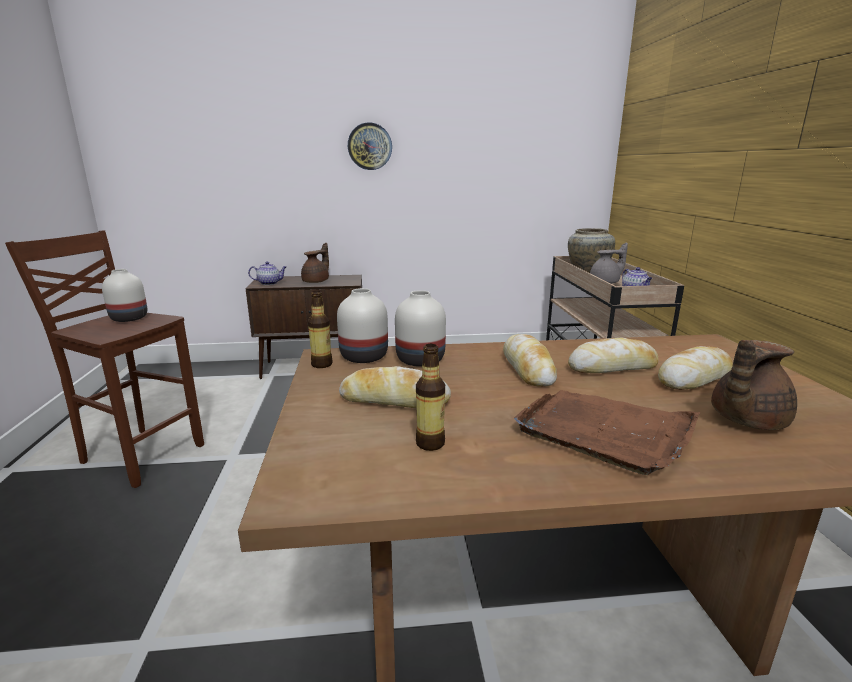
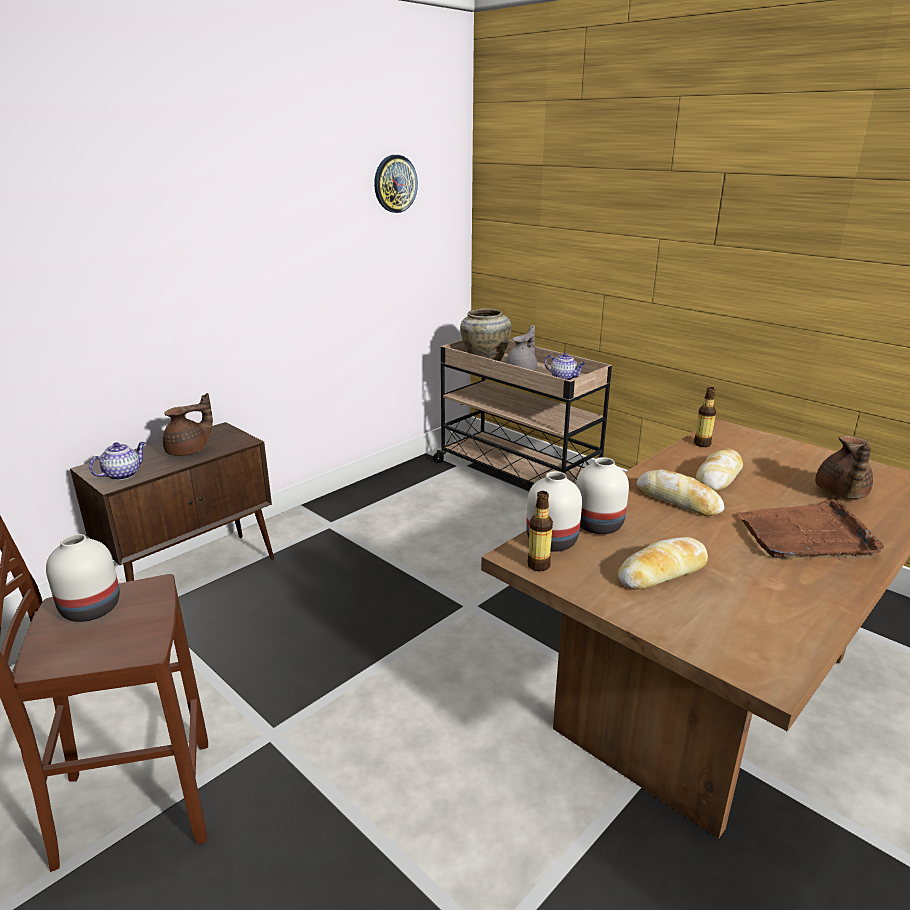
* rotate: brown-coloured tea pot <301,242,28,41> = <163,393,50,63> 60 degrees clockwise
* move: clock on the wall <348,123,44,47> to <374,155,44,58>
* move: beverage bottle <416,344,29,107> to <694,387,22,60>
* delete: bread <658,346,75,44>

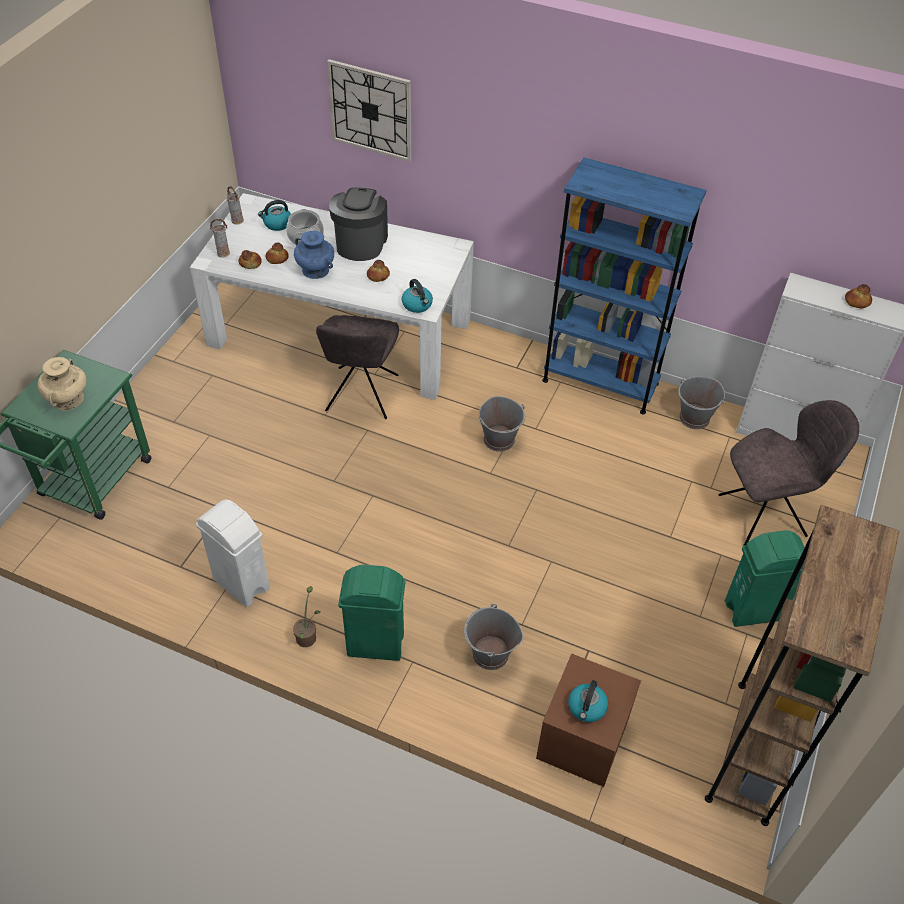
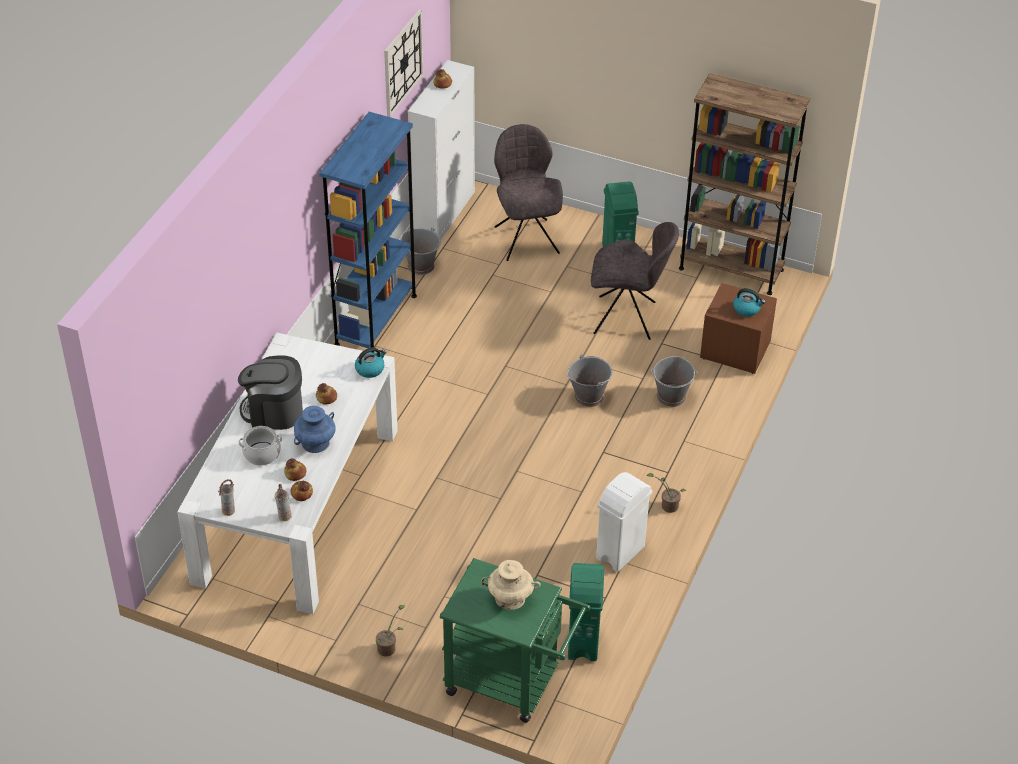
* delete: water kettle <258,200,33,31>
* move: grey plain chair <316,315,83,104> to <591,222,88,118>
* move: clock on the wall <327,59,84,103> to <384,9,40,108>
* move: green-coloured waste bin <338,565,68,96> to <568,563,36,98>
* move: grey pail <478,396,48,56> to <567,354,46,53>
* insert: potted plant <376,605,29,51>

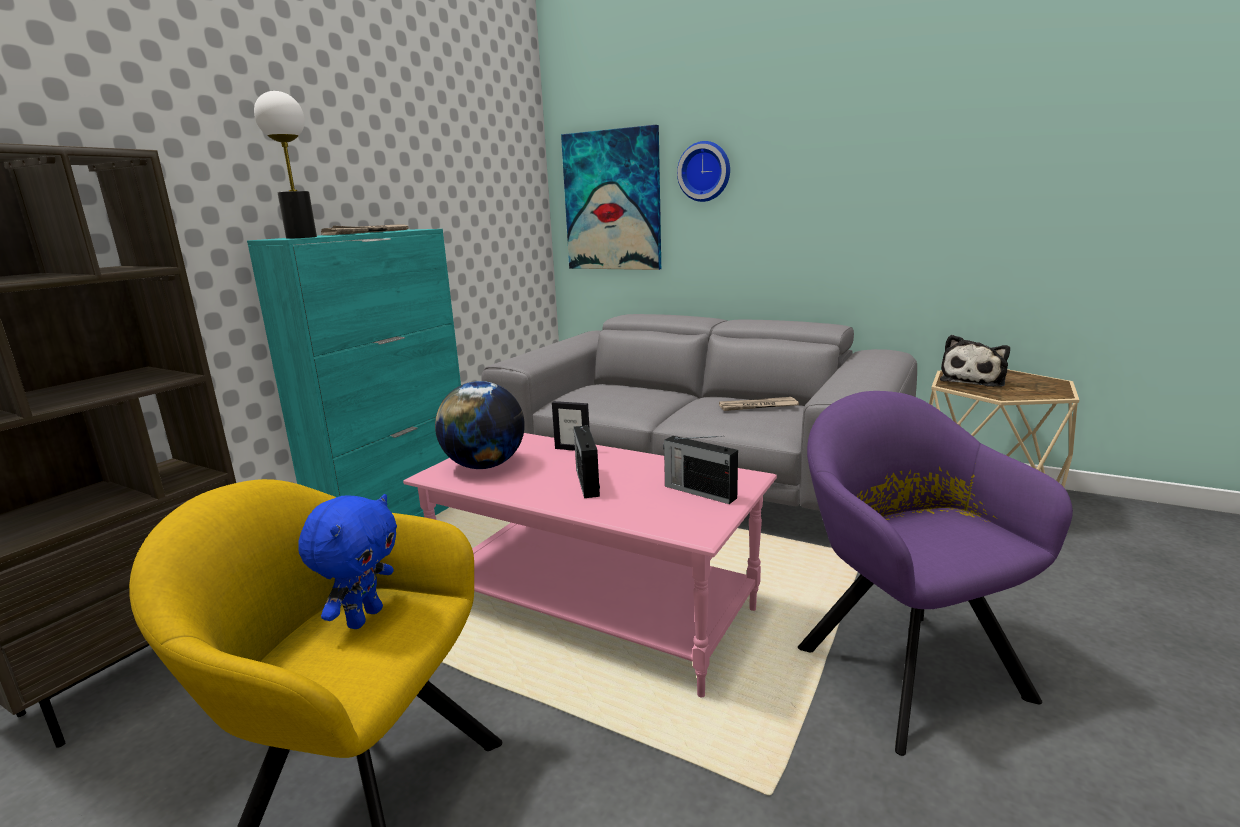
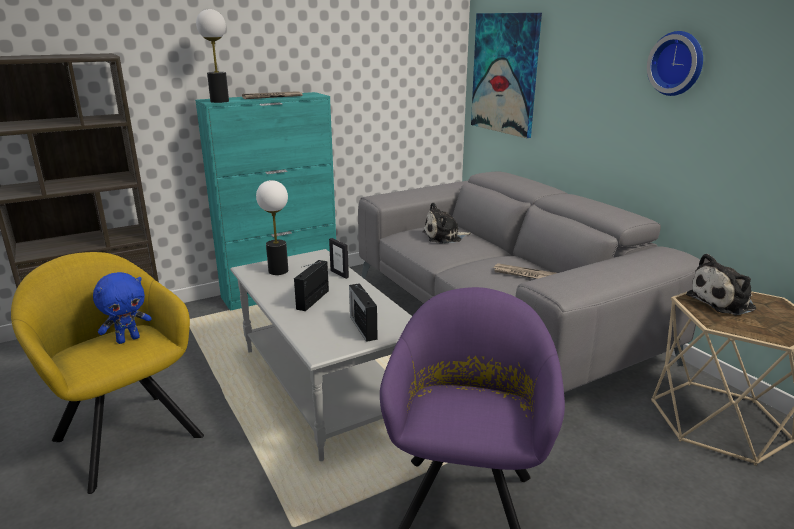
* recolor: pink-coloured low table <403,433,374,265> to grey low table <230,249,182,212>
* replace: globe <435,381,90,88> to table lamp <256,180,32,95>
* move: clock on the wall <677,141,53,61> to <647,31,56,65>
* insert: soft toy <423,203,48,40>

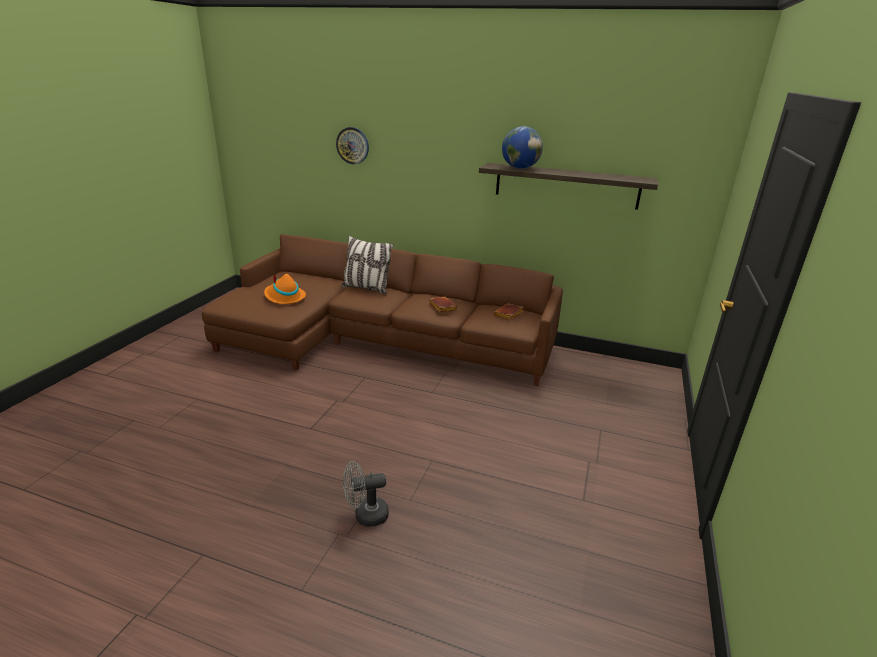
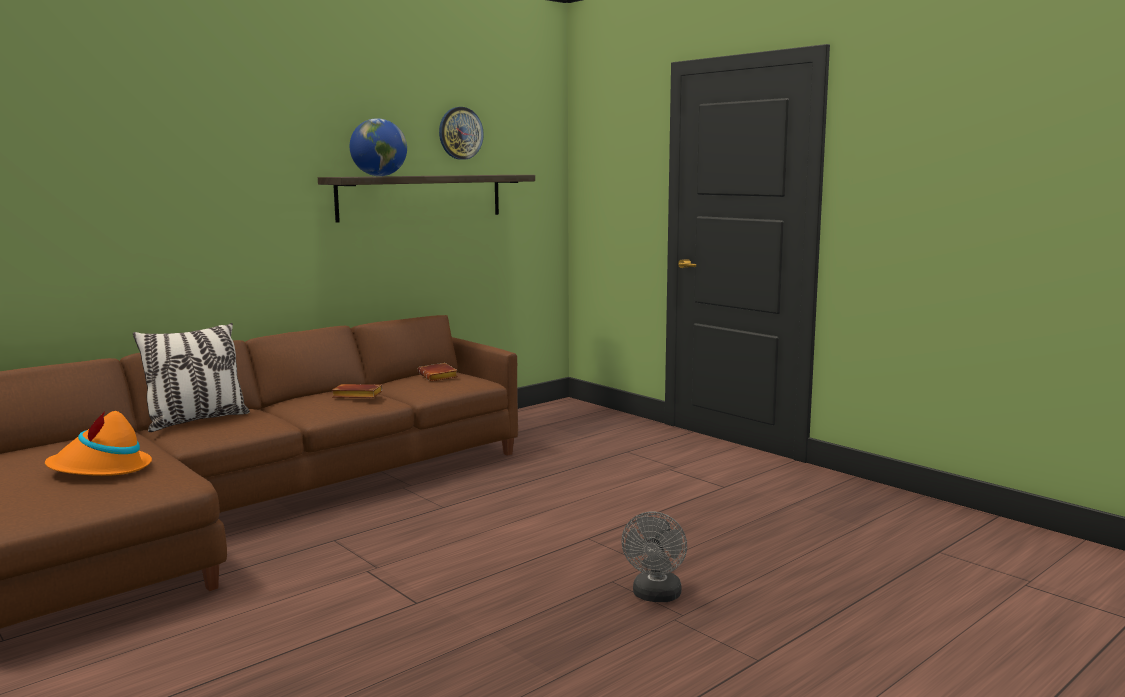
* move: clock on the wall <336,127,33,37> to <439,107,45,53>

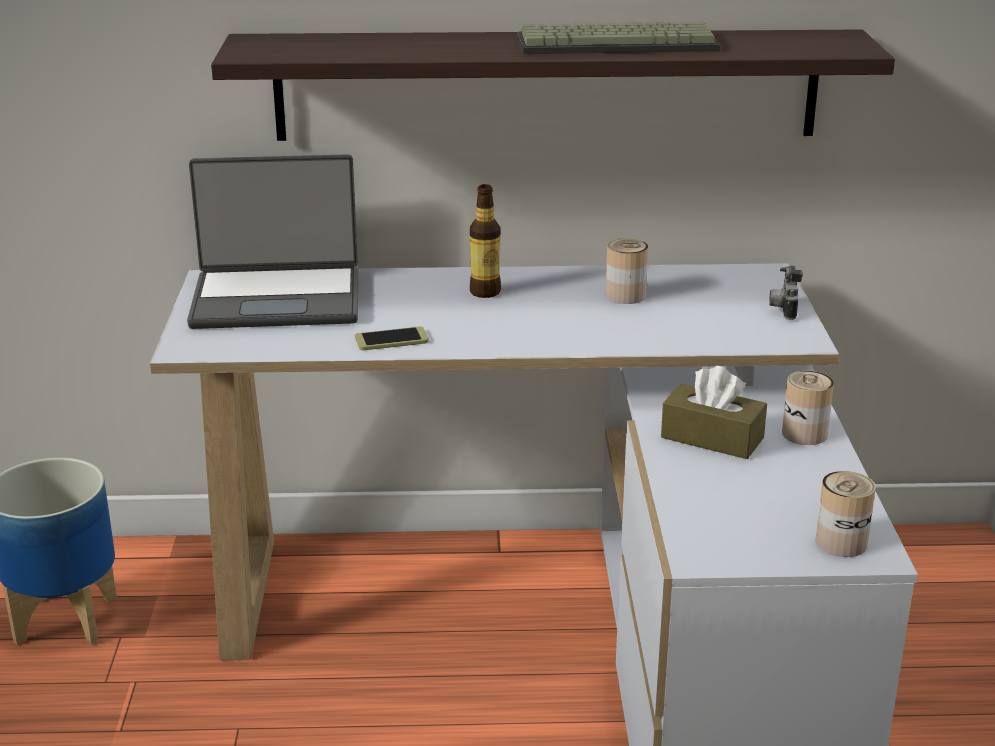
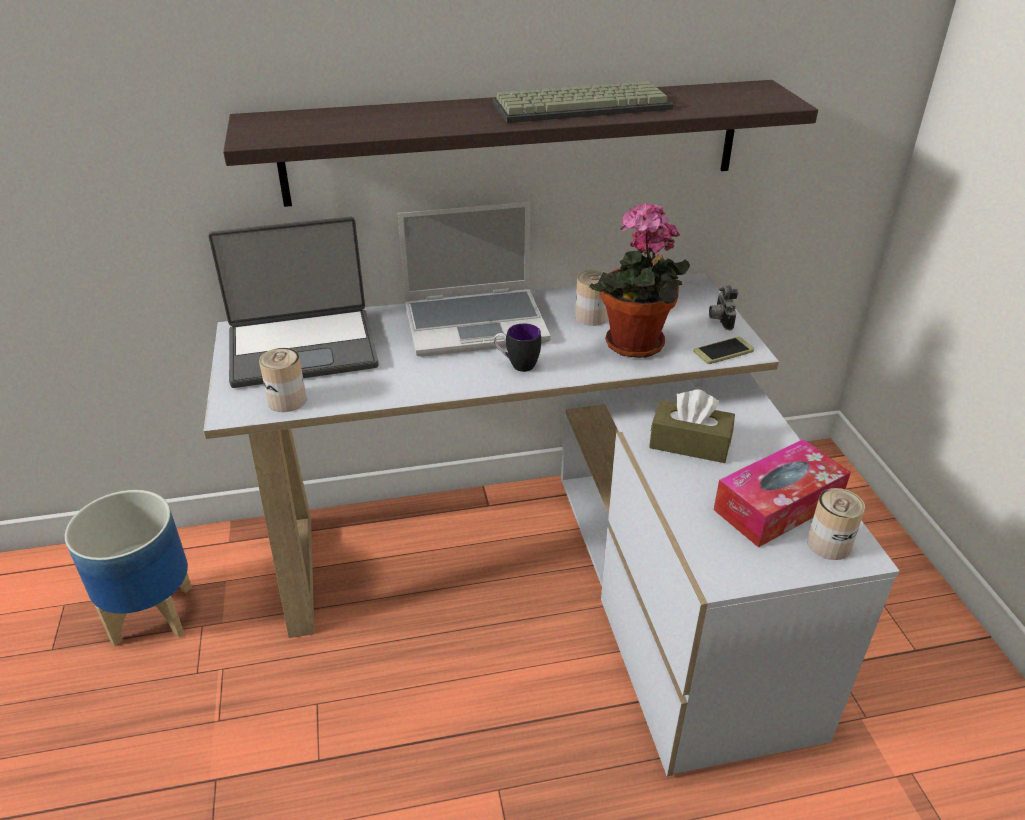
* move: handset <355,326,74,24> to <693,337,61,27>
* replace: beverage bottle <470,184,31,114> to portable computer <398,202,153,155>
* move: sealed can <782,371,52,74> to <259,348,48,64>
* insert: coffee mug <494,323,47,49>
* insert: potted plant <589,202,101,156>
* insert: tissue box <714,439,137,109>

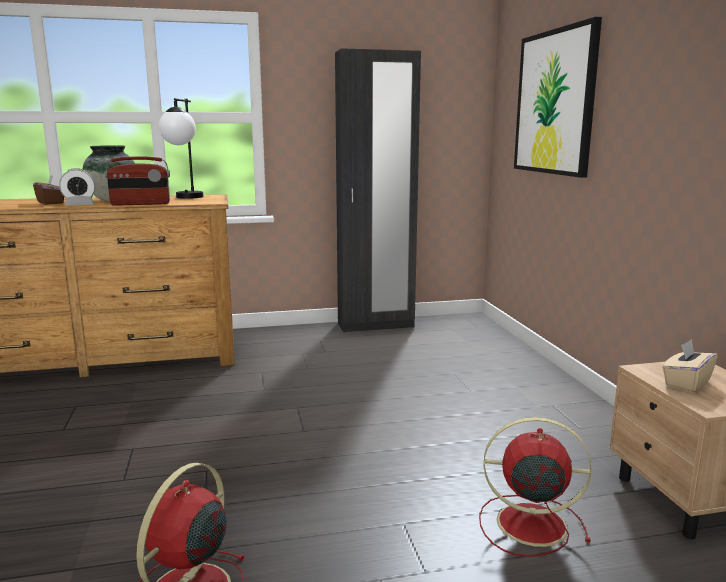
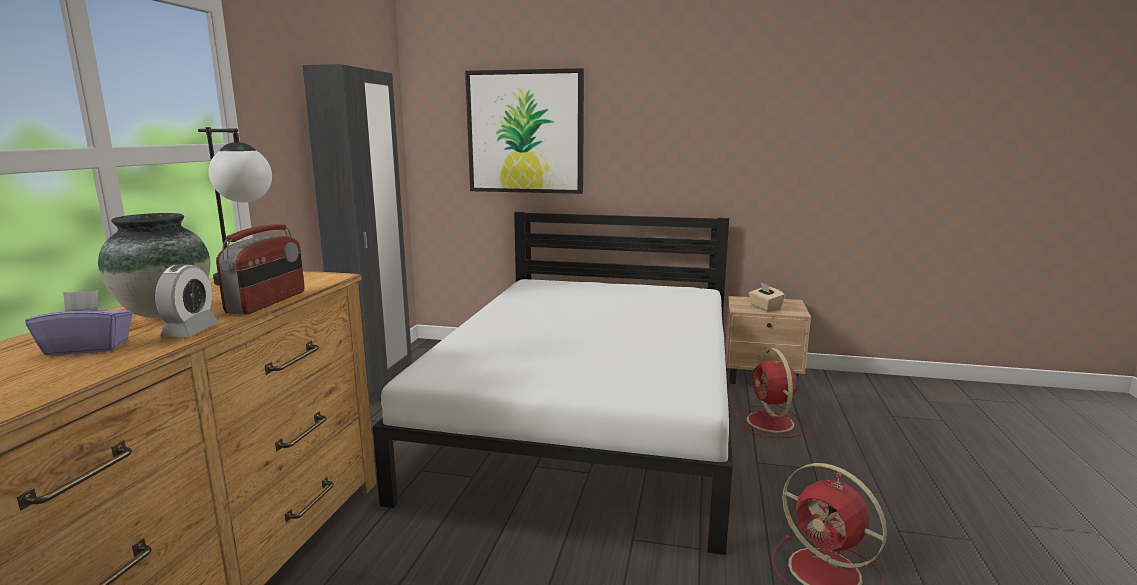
* recolor: brown-coloured tissue box <33,175,31,30> to purple tissue box <25,290,108,66>
* rotate: red electric fan <479,417,113,140> = <737,348,72,90> 45 degrees counterclockwise
* insert: white-coloured bedroom bed <373,212,360,343>

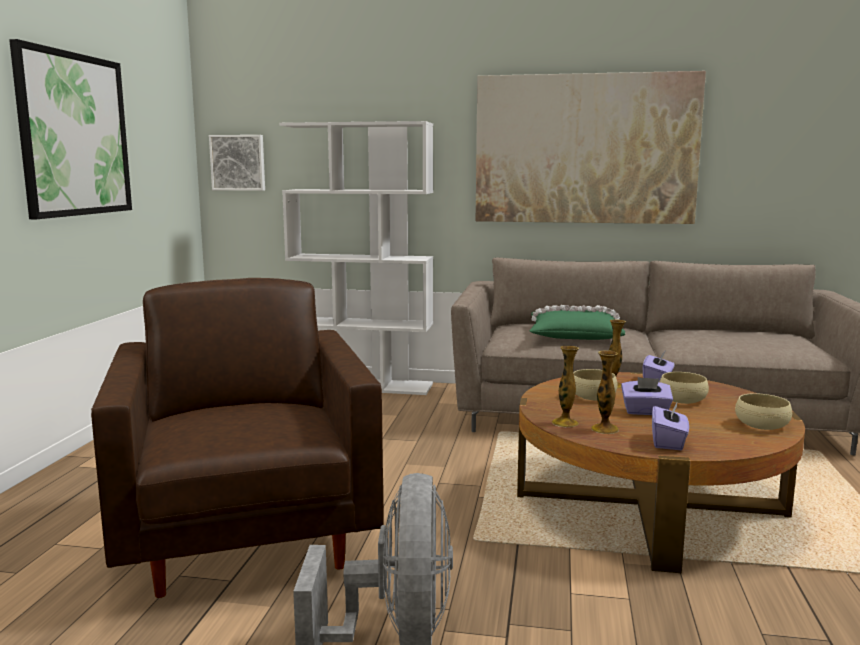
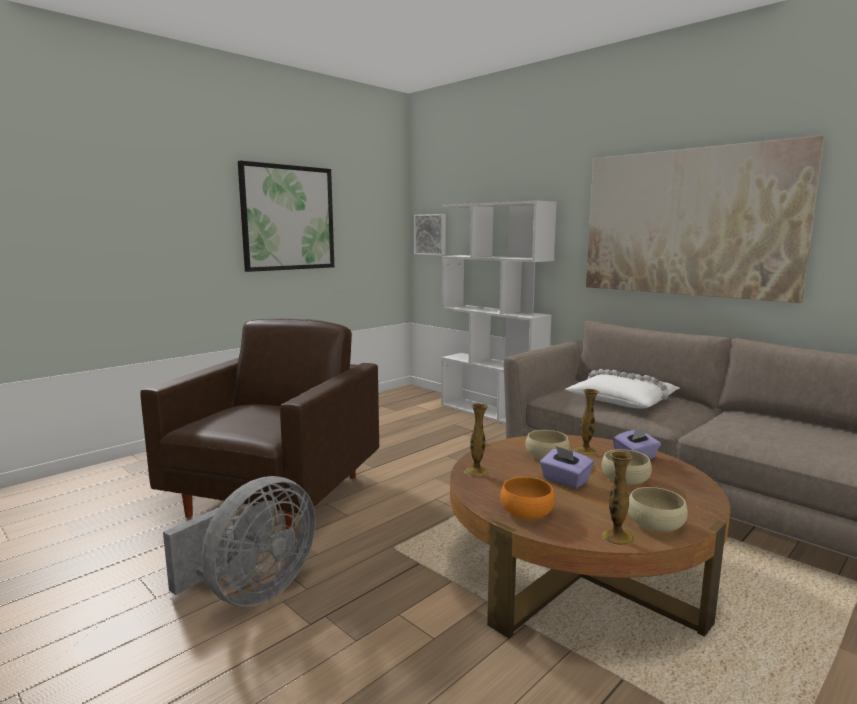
* recolor: green-coloured pillow <529,305,96,35> to white-coloured pillow <565,369,115,40>
* move: decorative vase <591,351,28,83> to <601,451,33,94>
* replace: purple tissue box <652,400,37,50> to orange-coloured serving bowl <500,477,55,42>

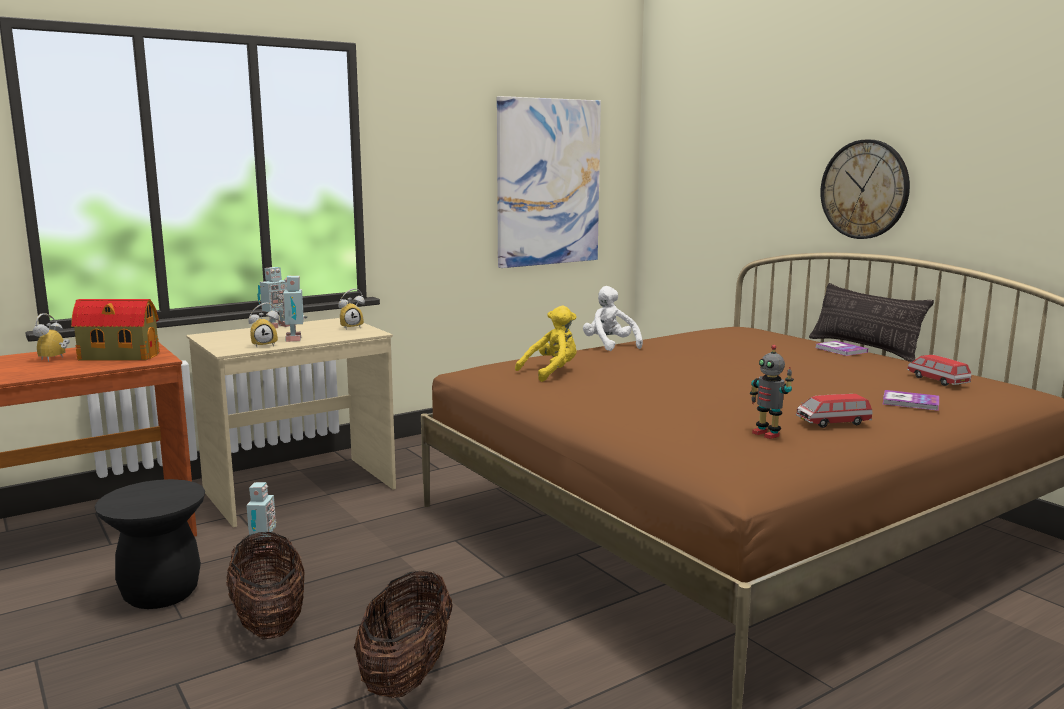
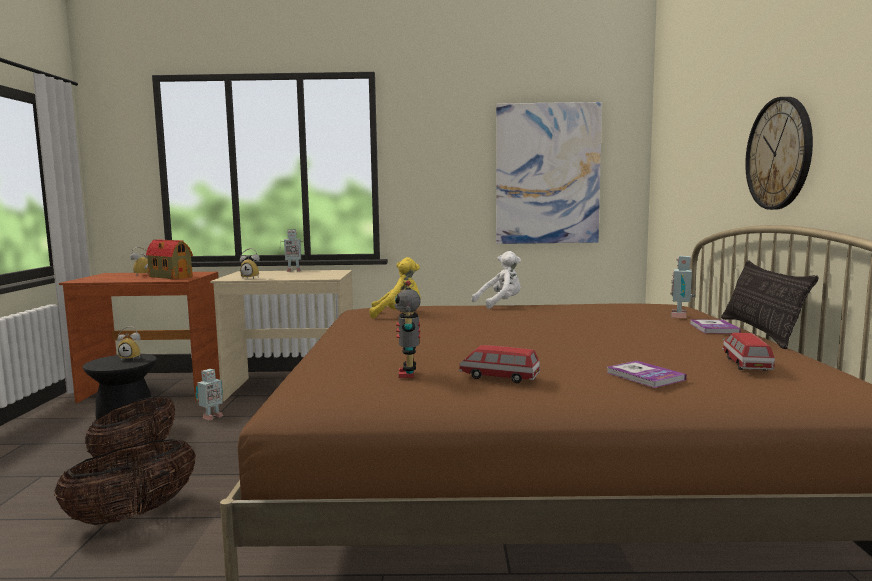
* move: robot figure <282,276,25,66> to <670,255,25,63>
* move: alarm clock <338,288,27,42> to <118,326,22,34>
* rotate: white-coloured soft toy <583,286,60,65> = <471,251,50,58> 60 degrees clockwise

